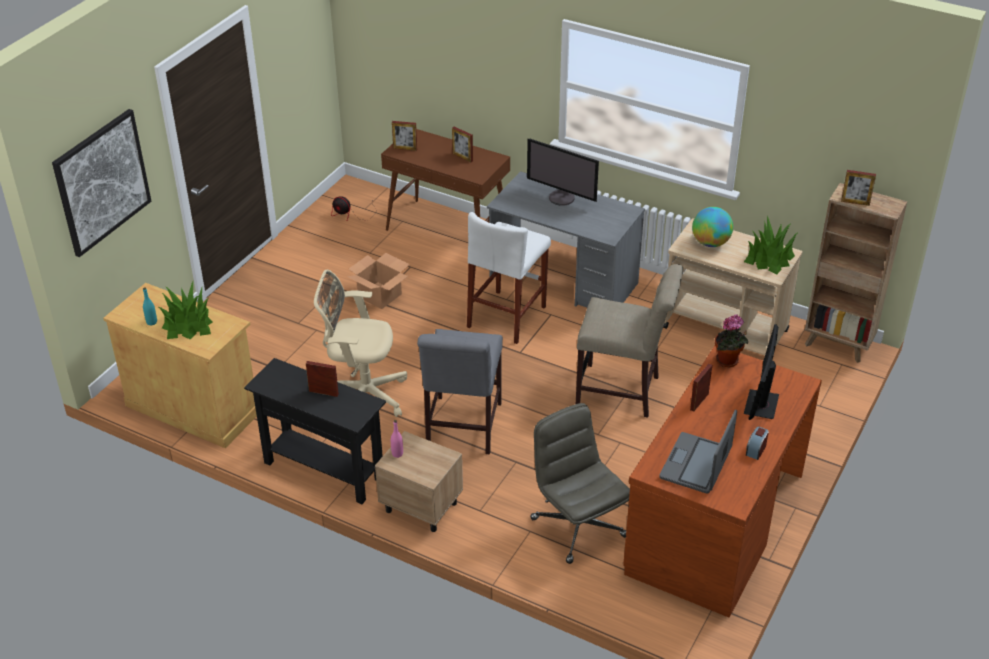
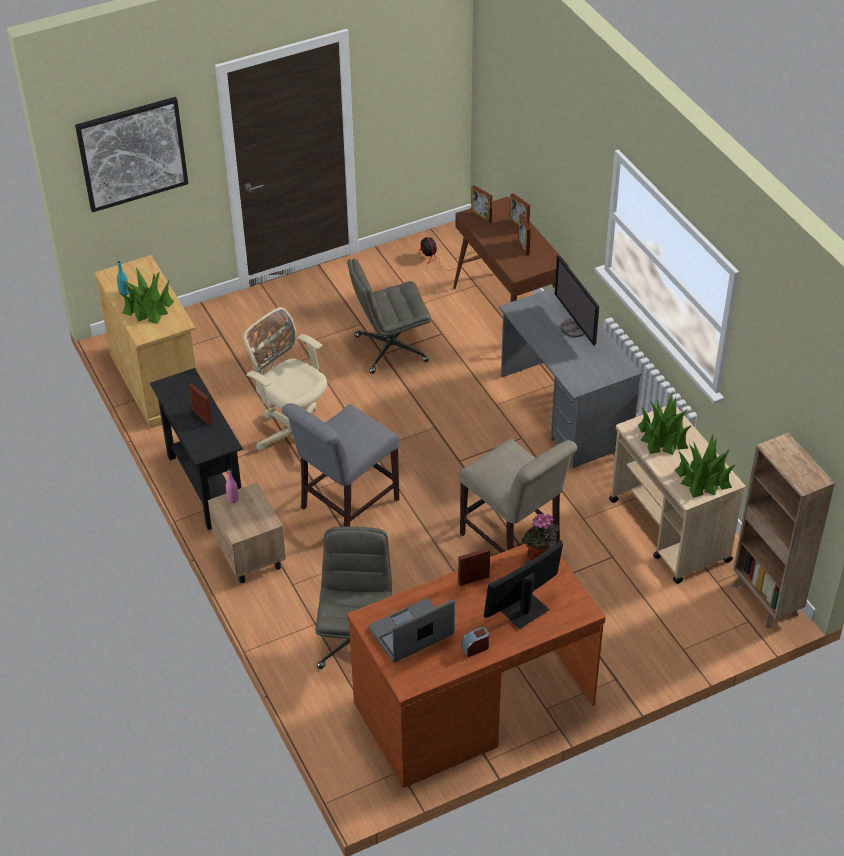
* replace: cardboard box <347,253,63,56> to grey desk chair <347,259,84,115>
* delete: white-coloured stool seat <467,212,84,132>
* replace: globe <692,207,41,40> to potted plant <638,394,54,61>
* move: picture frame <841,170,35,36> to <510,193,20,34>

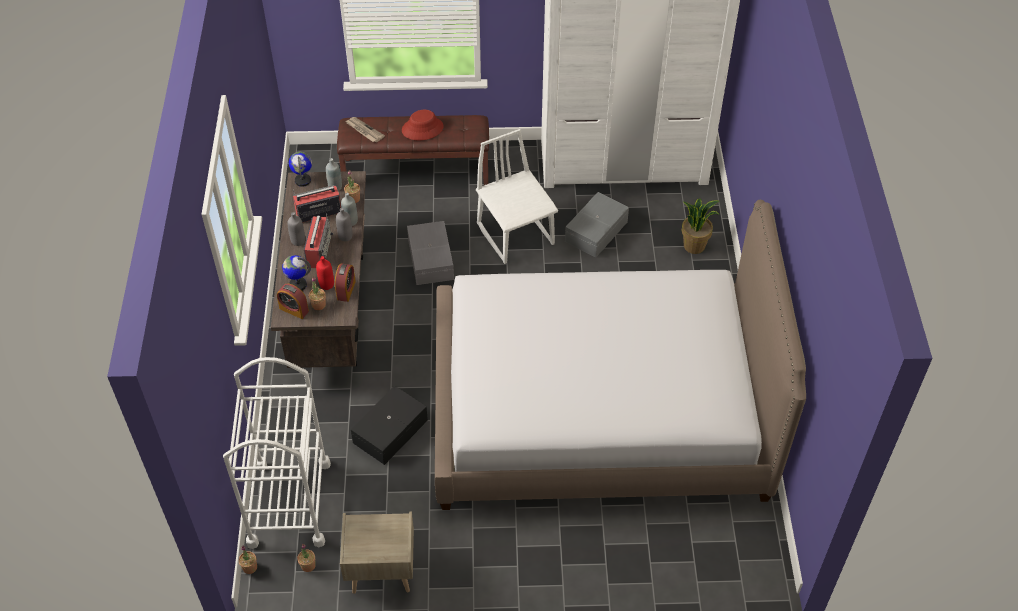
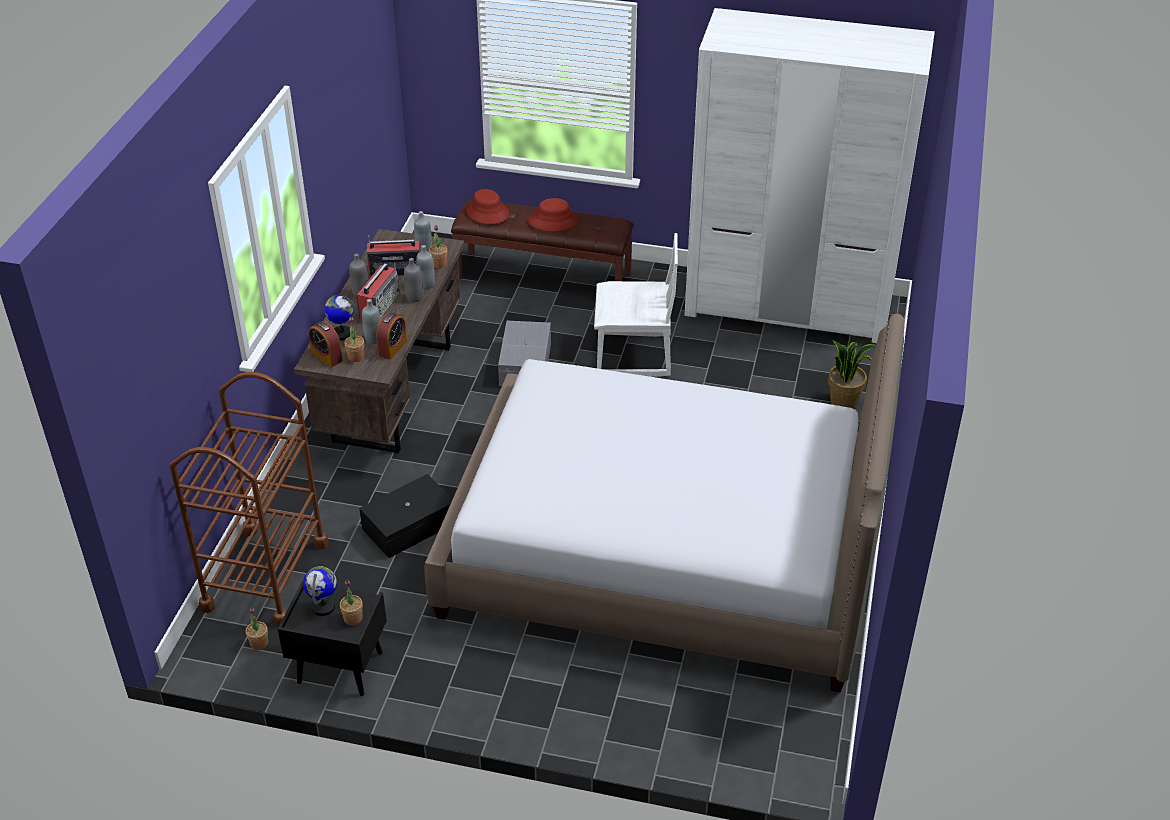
* recolor: white-coloured cart <223,357,108,192> to brown-coloured cart <170,372,159,255>
* move: potted plant <239,545,18,29> to <340,579,23,46>
* move: globe <289,152,23,35> to <303,566,34,50>
* recolor: red beverage bottle <316,256,18,34> to grey beverage bottle <362,299,19,45>
* recolor: sand-coloured bedside table <340,511,74,83> to black bedside table <278,578,109,118>
* replace: daily paper <345,117,40,25> to red wearable hat <466,189,43,35>
* rotate: white-coloured plain chair <476,129,82,135> = <594,233,84,144> 105 degrees clockwise
* delete: grey storage container <565,192,64,66>

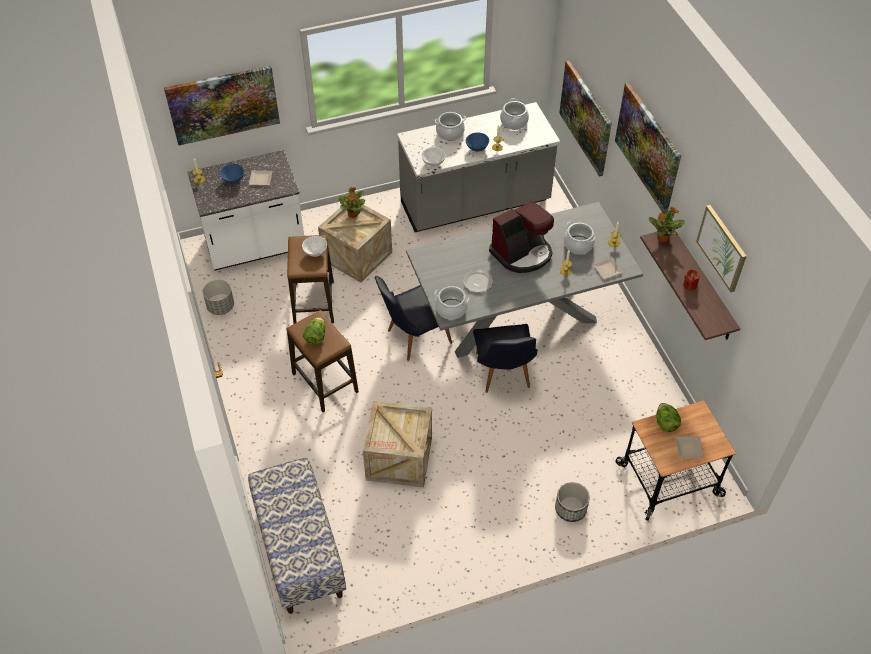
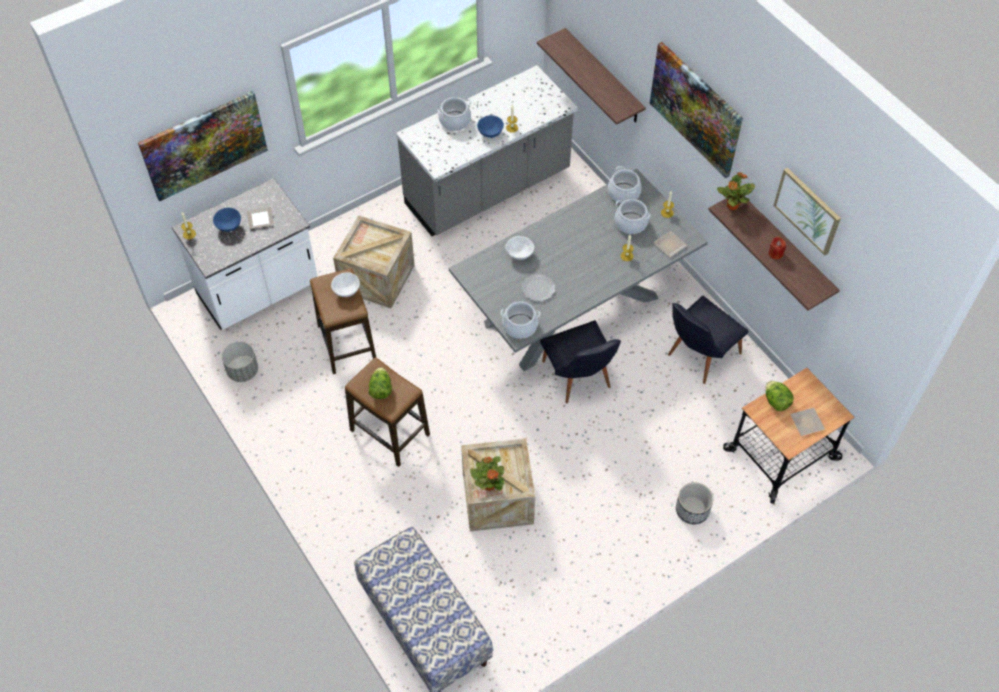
* move: potted plant <339,187,26,31> to <470,456,35,35>
* move: black plain chair <375,276,77,85> to <668,296,81,88>
* move: white-coloured serving bowl <421,147,24,20> to <505,236,29,24>
* delete: coffee maker <489,201,65,72>
* move: cooking pot <500,98,29,32> to <608,166,34,37>
* replace: wall picture <559,60,53,116> to shelf <537,28,109,97>

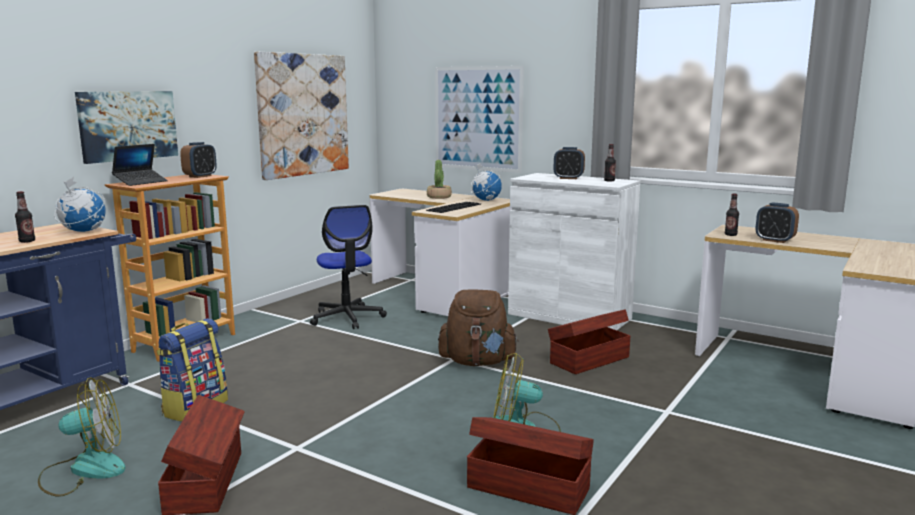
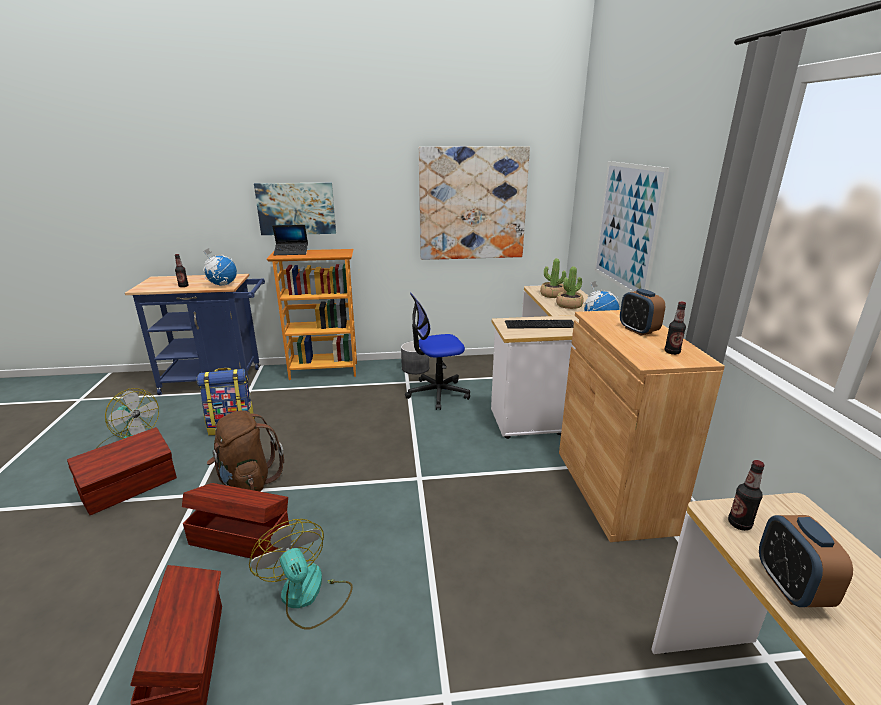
* delete: alarm clock <180,142,37,36>
* rotate: desk chair <310,205,77,124> = <405,293,65,117> 45 degrees clockwise
* move: brown-coloured rucksack <438,290,81,76> to <207,410,77,81>
* recolor: white-coloured storage cabinet <508,173,132,157> to brown-coloured storage cabinet <559,310,166,232>
* move: brown-coloured storage container <548,309,83,65> to <182,483,107,76>
* insert: grey plant pot <401,341,28,33>
* insert: potted plant <540,258,26,40>

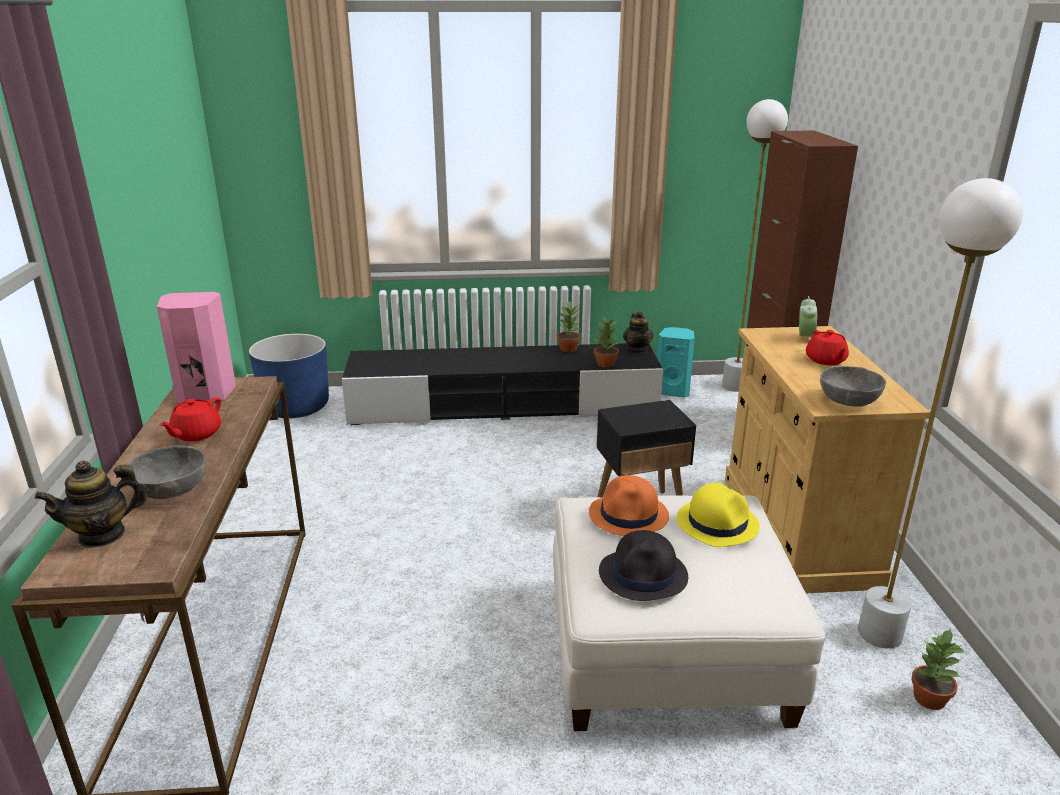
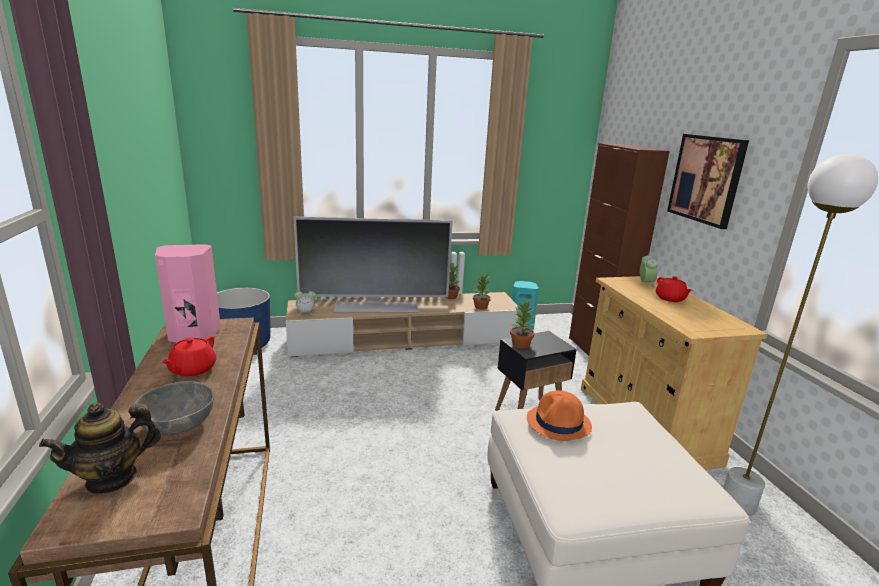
* recolor: black tv stand <342,343,321,82> to sand-coloured tv stand <286,292,235,65>
* delete: black wearable hat <599,530,89,71>
* delete: tea pot <623,311,30,42>
* delete: yellowish wearable hat <677,483,83,64>
* delete: white-coloured floor lamp <722,99,66,293>
* delete: grey serving bowl <820,366,66,41>
* move: potted plant <911,629,54,81> to <510,298,25,51>
* insert: TV set <293,217,160,96>
* insert: alarm clock <294,288,22,27>
* insert: wall picture <667,134,82,95>

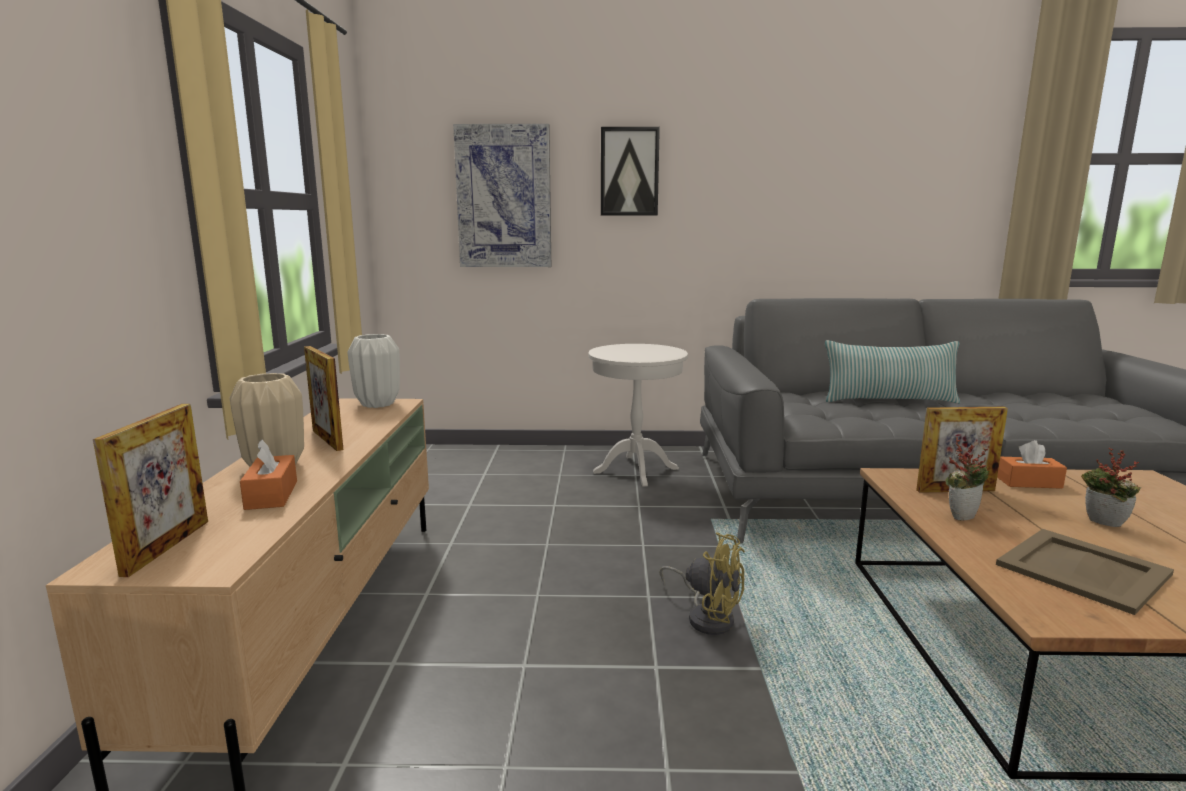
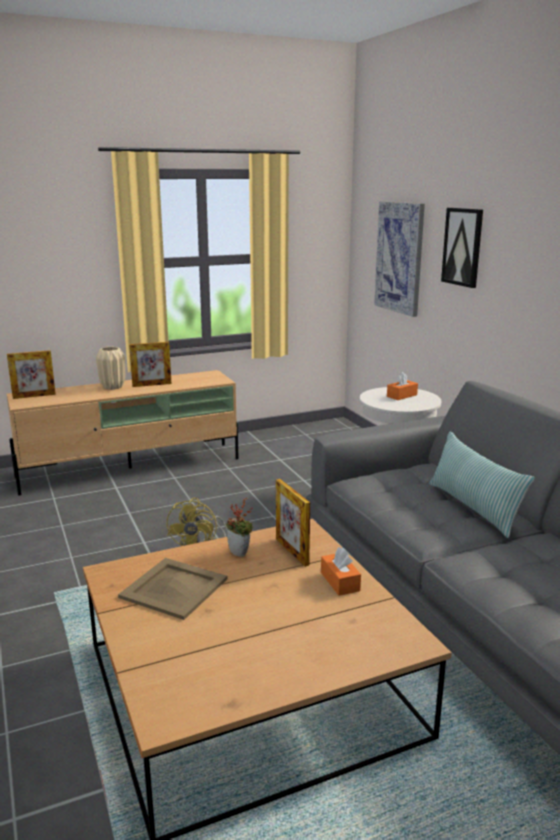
* move: orange-coloured tissue box <240,439,57,71> to <387,372,31,28>
* rotate: picture frame <304,346,40,105> = <129,342,43,45> 135 degrees counterclockwise
* delete: white-coloured decorative vase <348,334,52,74>
* delete: potted plant <1081,448,60,79>

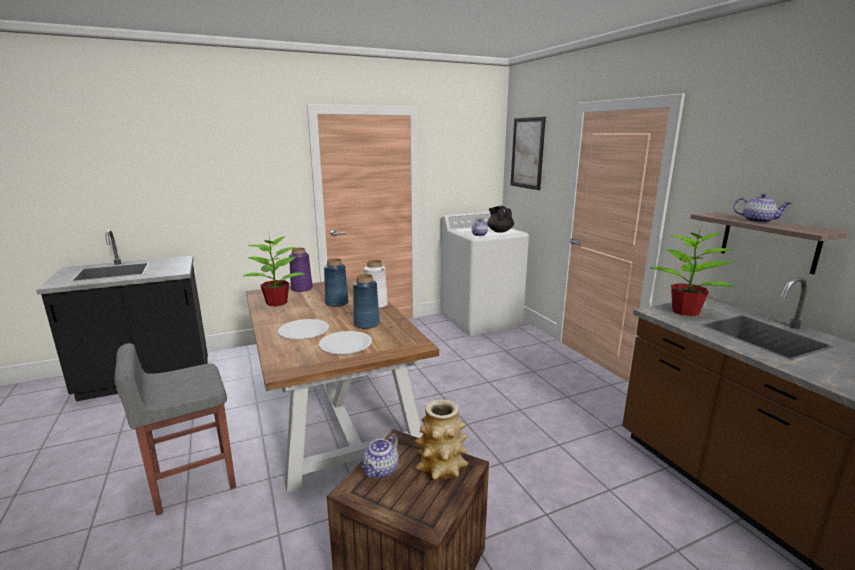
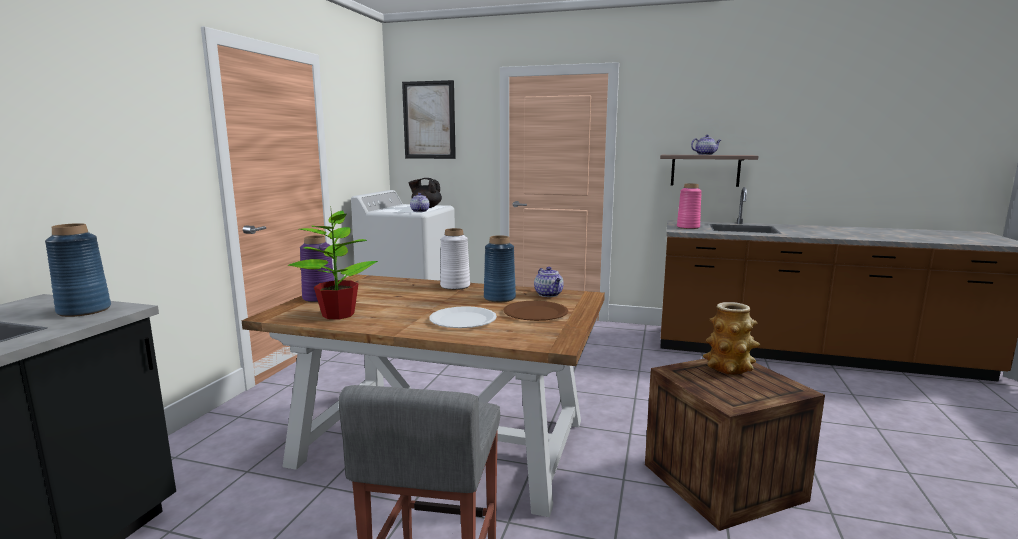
* recolor: white-coloured plate <319,331,53,23> to brown-coloured plate <503,301,65,20>
* move: bluish decorative vase <324,258,25,49> to <45,223,66,94>
* move: tea pot <361,434,38,44> to <534,267,30,30>
* replace: potted plant <651,227,83,89> to pink-coloured decorative vase <677,184,25,45>

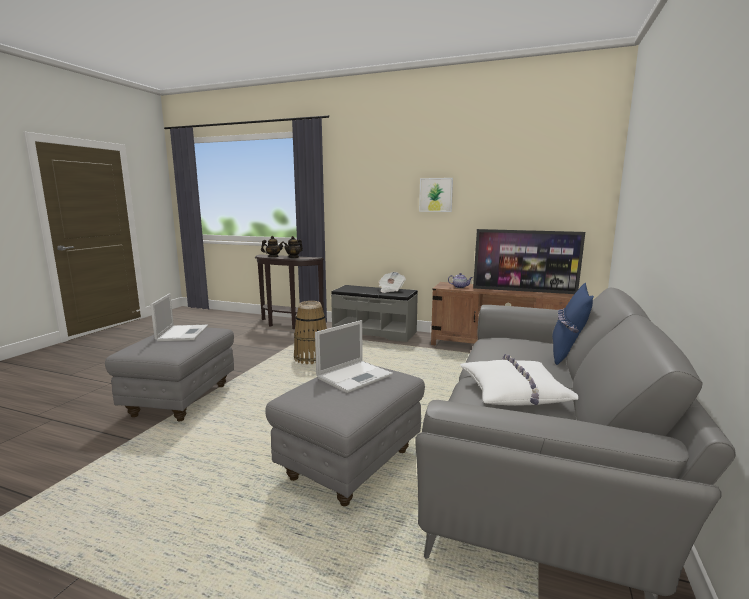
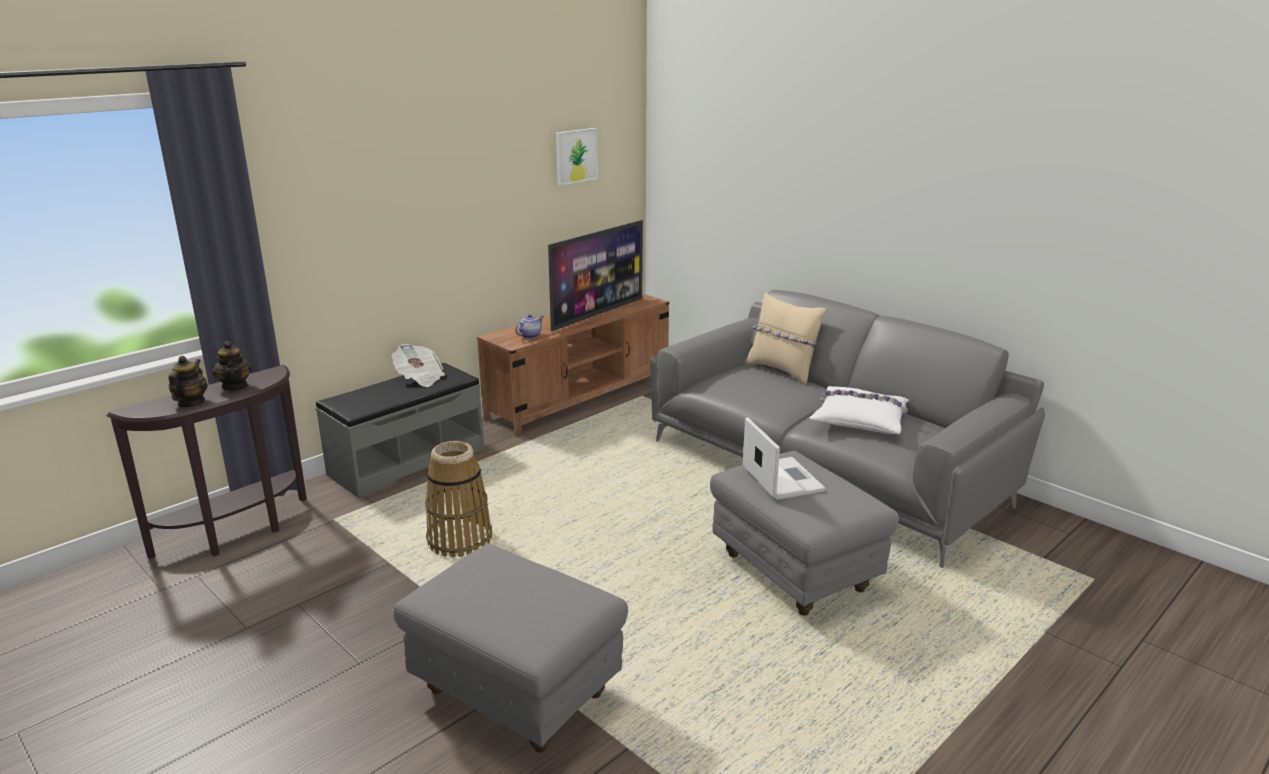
* delete: portable computer <150,293,58,48>
* move: wall picture <419,178,34,34> to <556,128,42,58>
* recolor: bluish pillow <552,283,42,82> to sand-coloured pillow <745,292,81,92>

